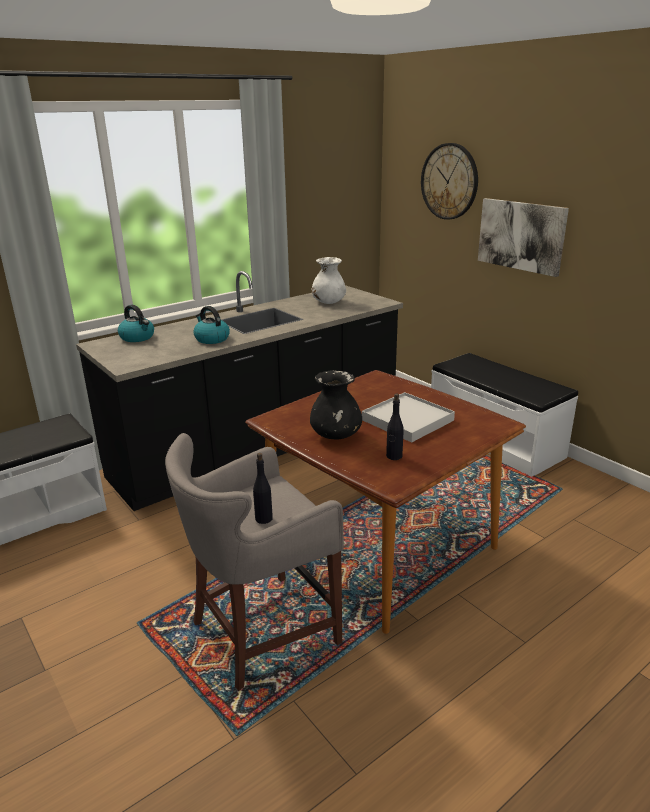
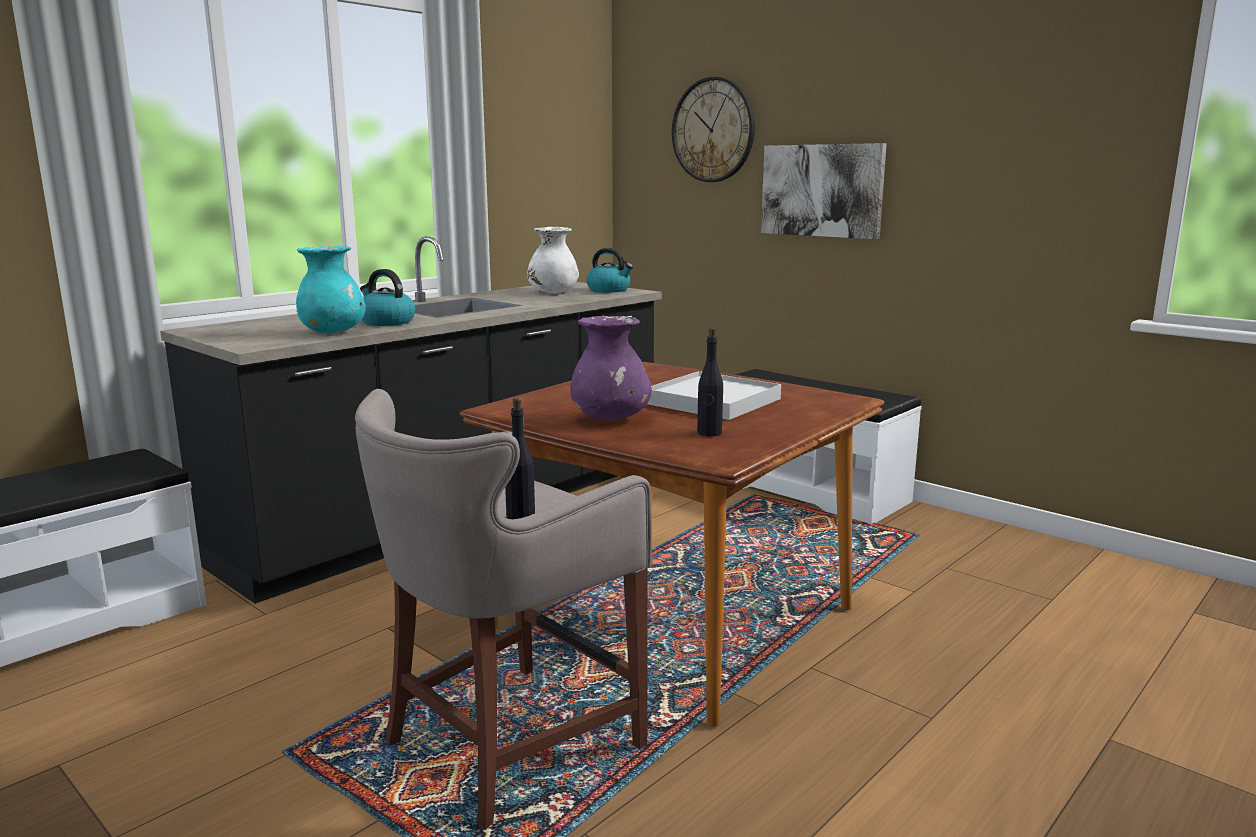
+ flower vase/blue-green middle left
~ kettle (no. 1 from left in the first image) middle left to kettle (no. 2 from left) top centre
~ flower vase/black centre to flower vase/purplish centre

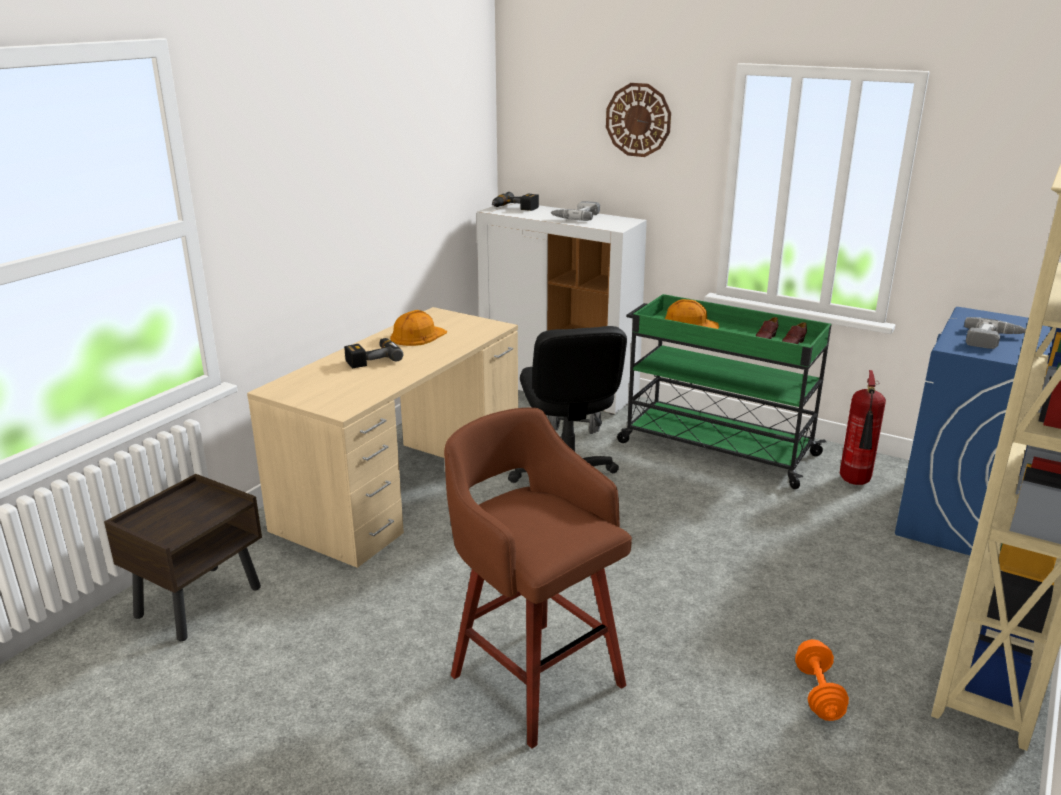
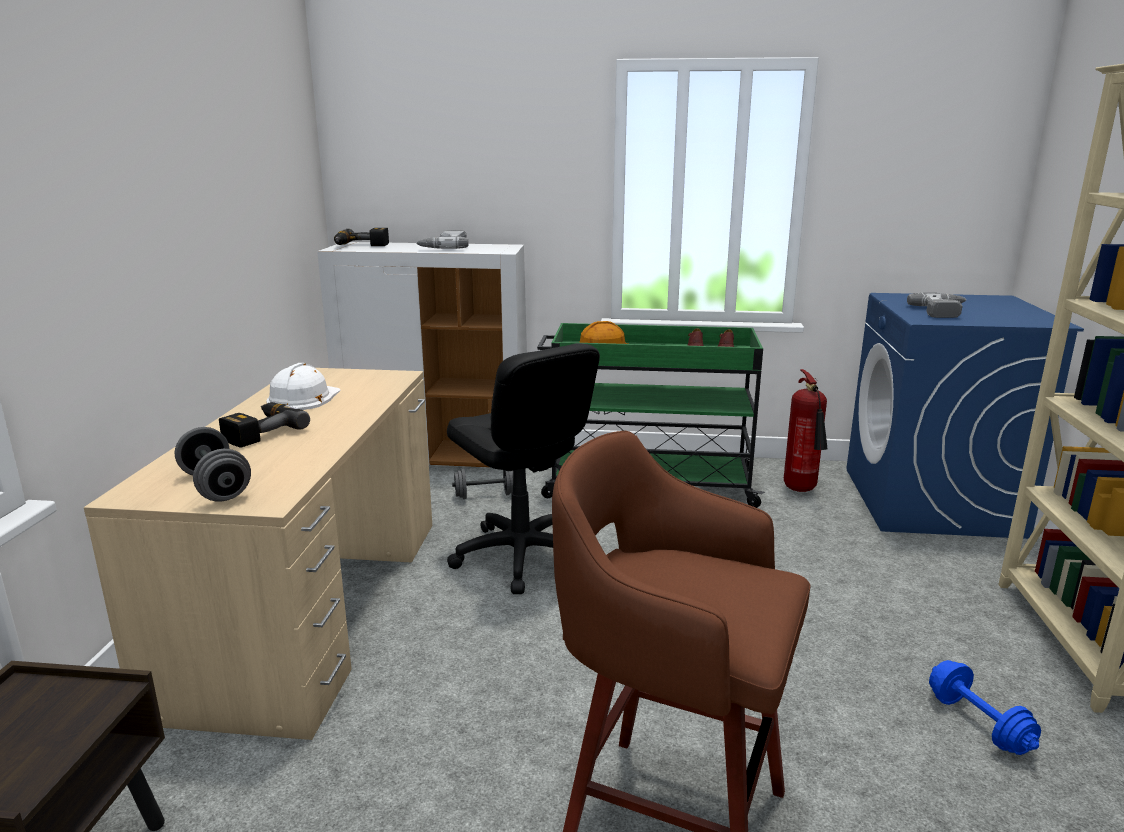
- wall clock top centre
+ free weight/greyish (no. 1 from left) middle left
~ work helmet/orange-coloured (no. 1 from left) centre to work helmet/white-coloured middle left
~ free weight/orange-coloured bottom right to free weight/bluish bottom right

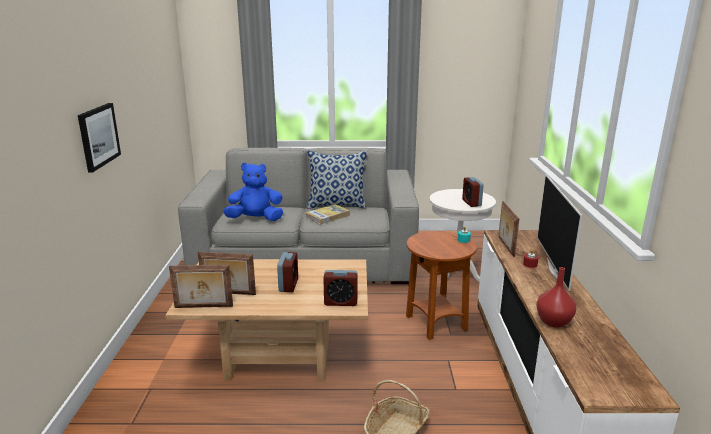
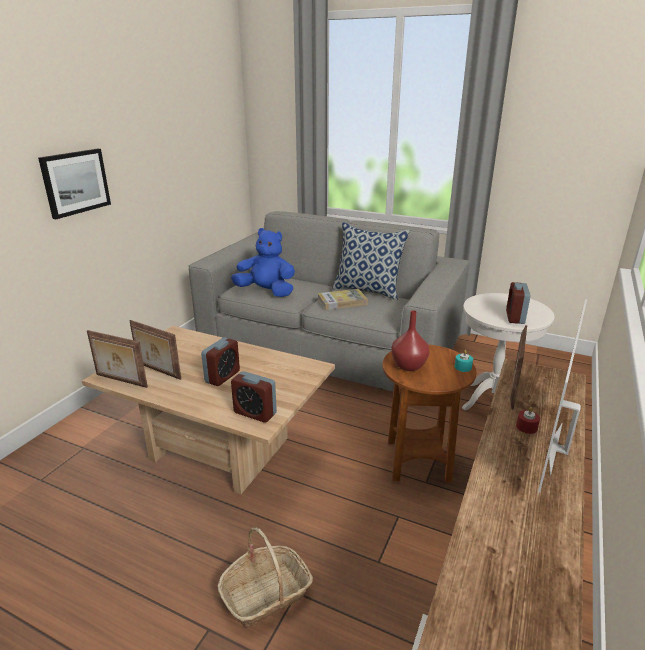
~ flower vase/red bottom right to centre

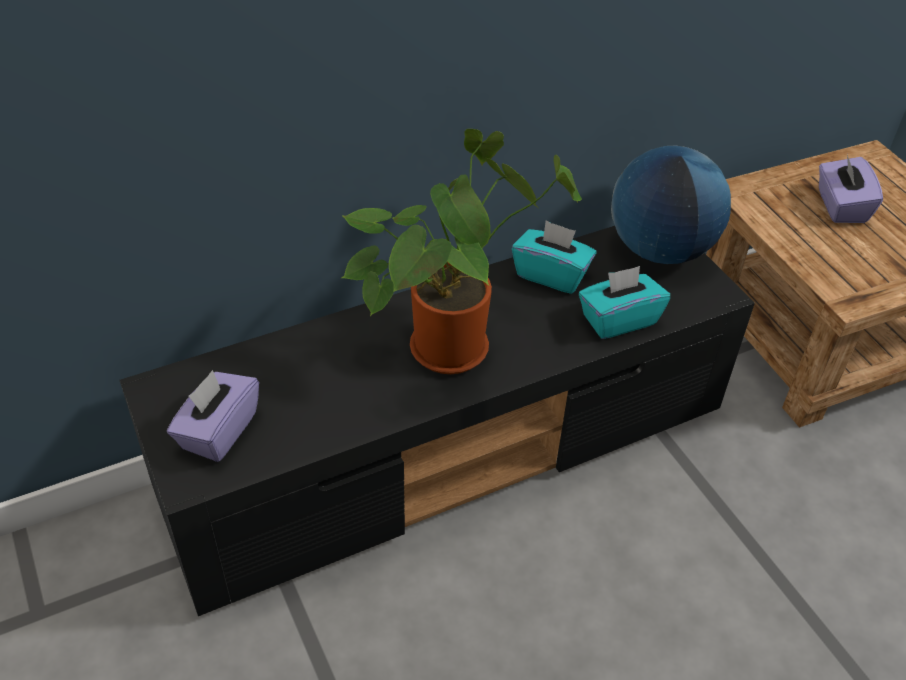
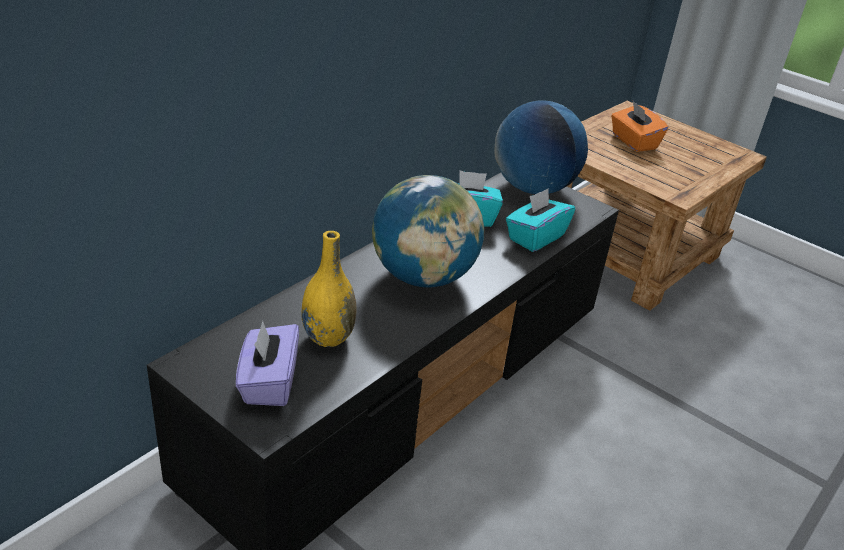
+ flower vase/yellow centre
~ plant in a pot centre to globe (no. 1 from left) centre
~ tissue box/purplish (no. 2 from left) top right to tissue box/orange-coloured top right

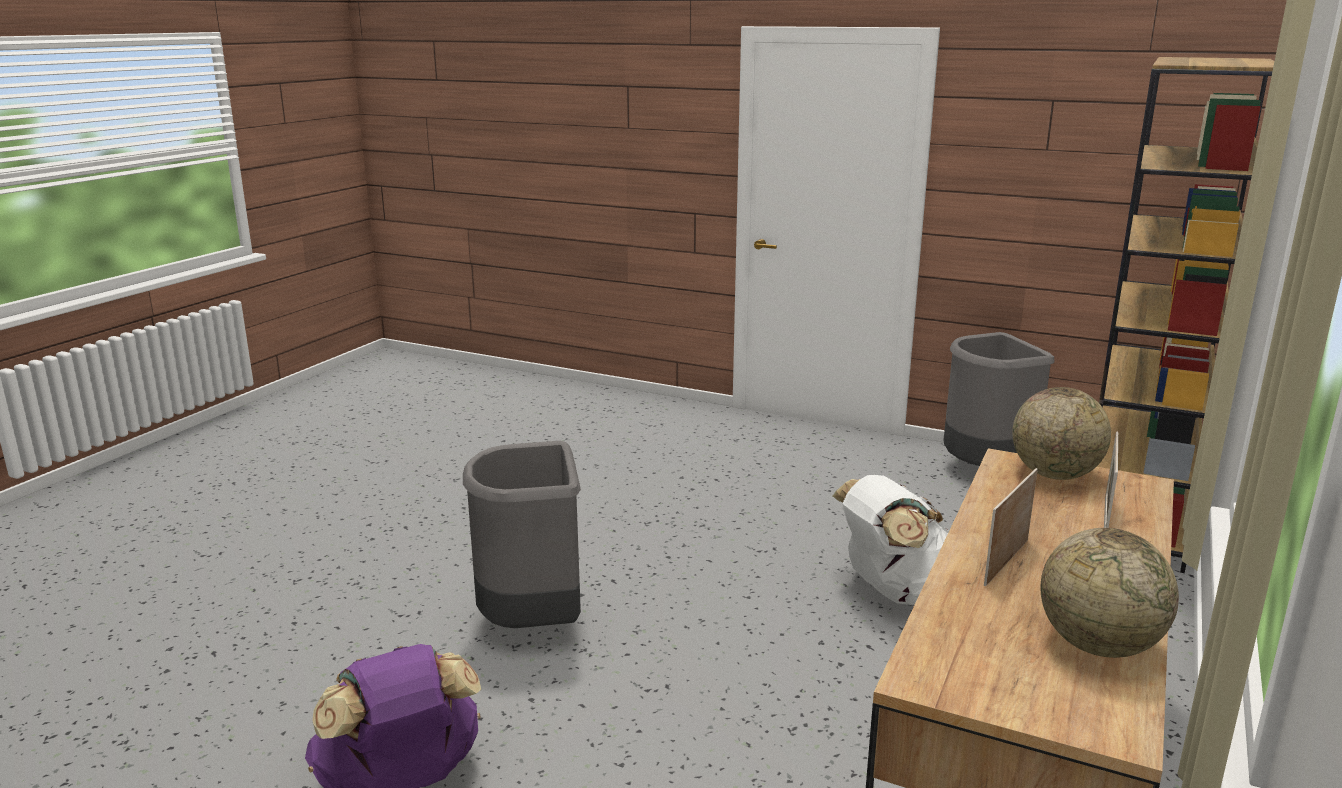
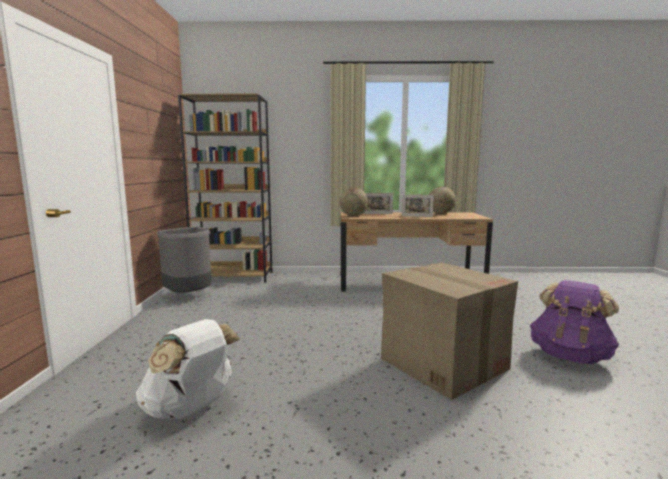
~ backpack/white-coloured bottom centre to bottom left
~ waste bin/greyish (no. 1 from left) bottom centre to packing box bottom right

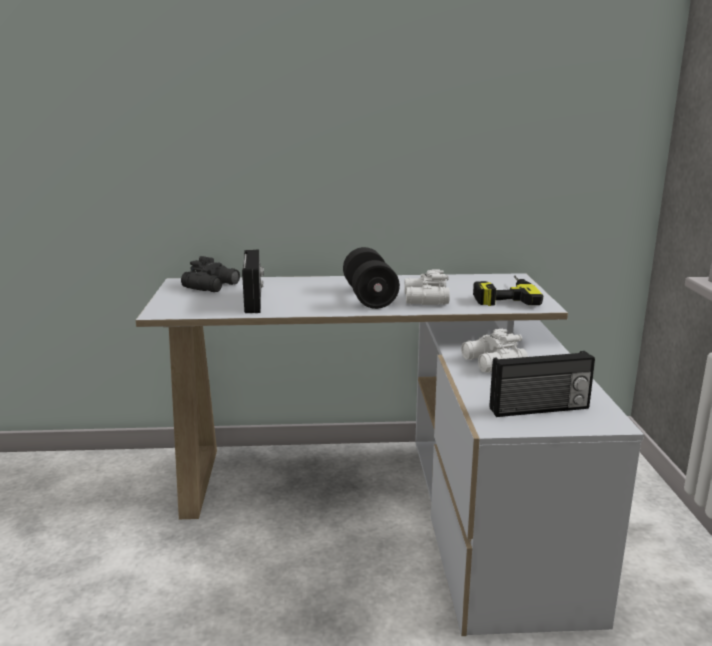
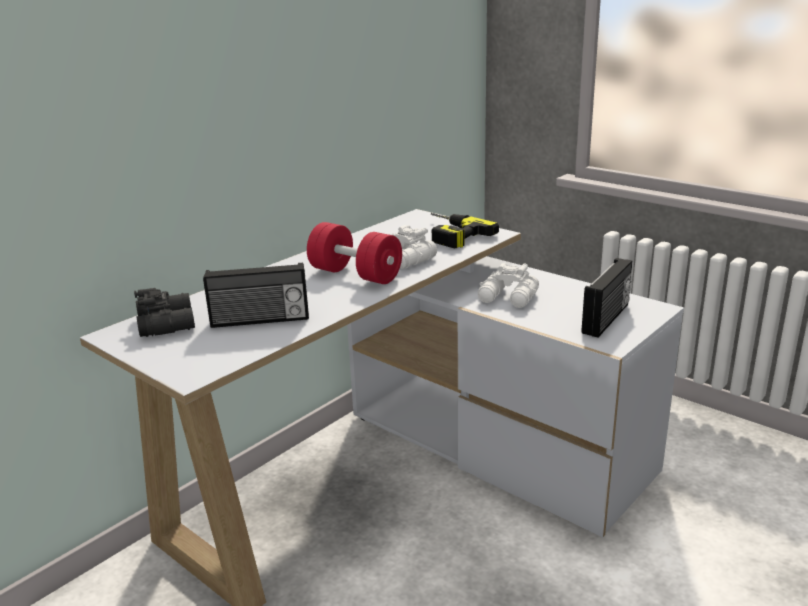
~ free weight/black centre to free weight/red centre
~ radio (no. 1 from left) centre = middle left 135 degrees clockwise

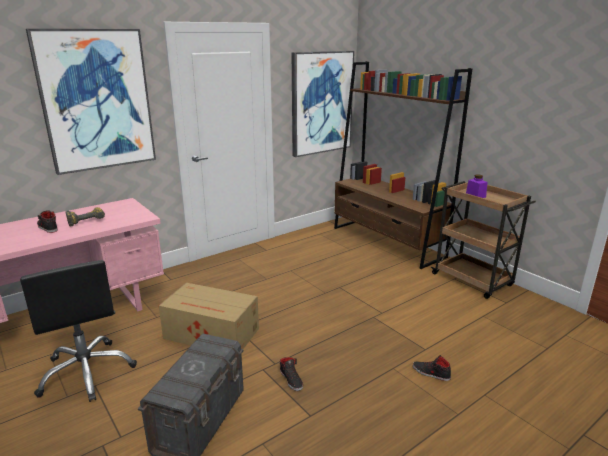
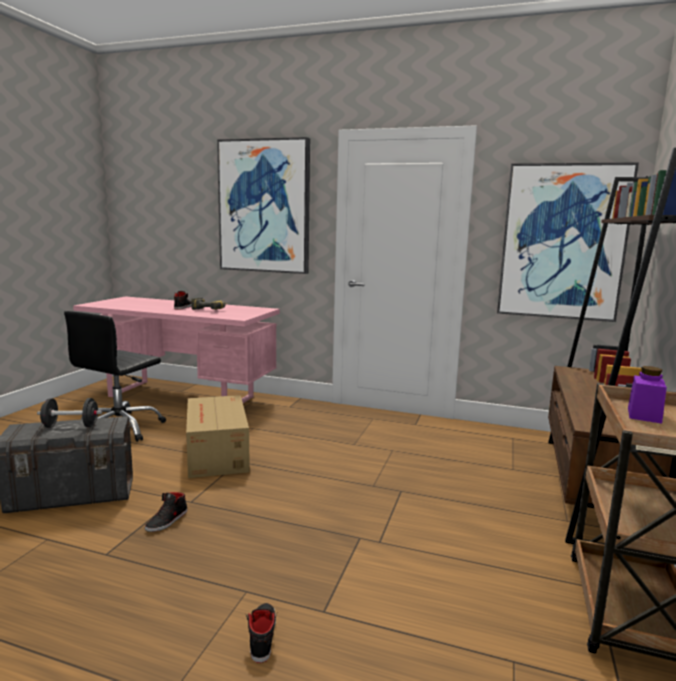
+ free weight/black middle left

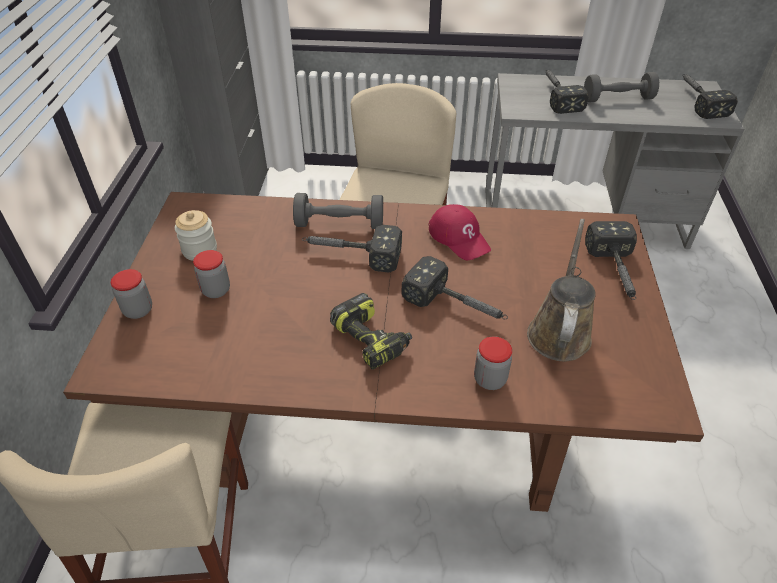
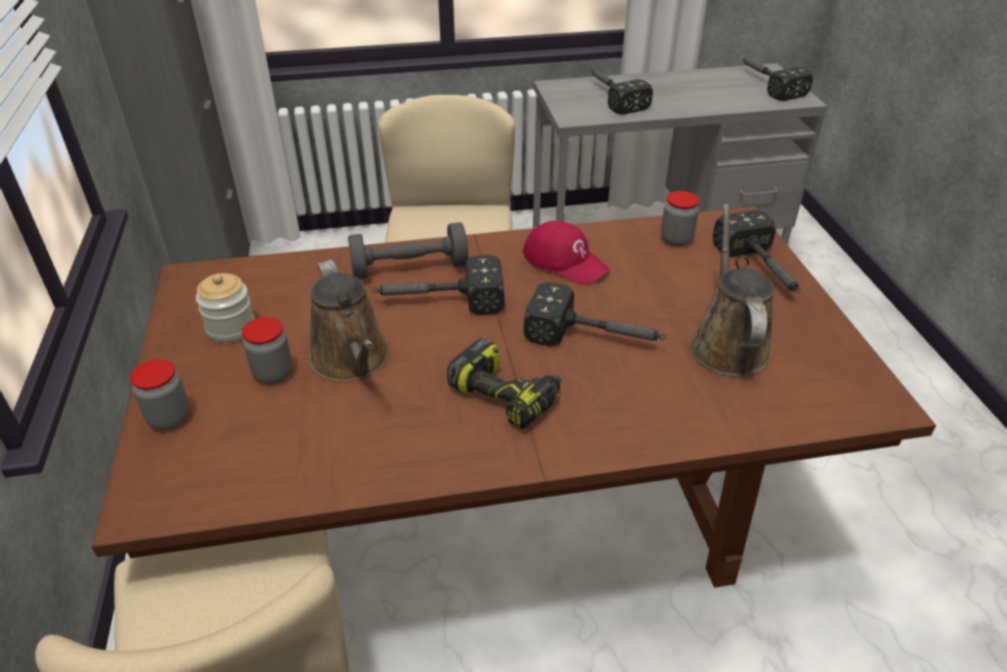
- free weight/greyish (no. 2 from left) top right
+ watering can/brownish (no. 1 from left) centre
~ preserve jar (no. 4 from left) centre to top right

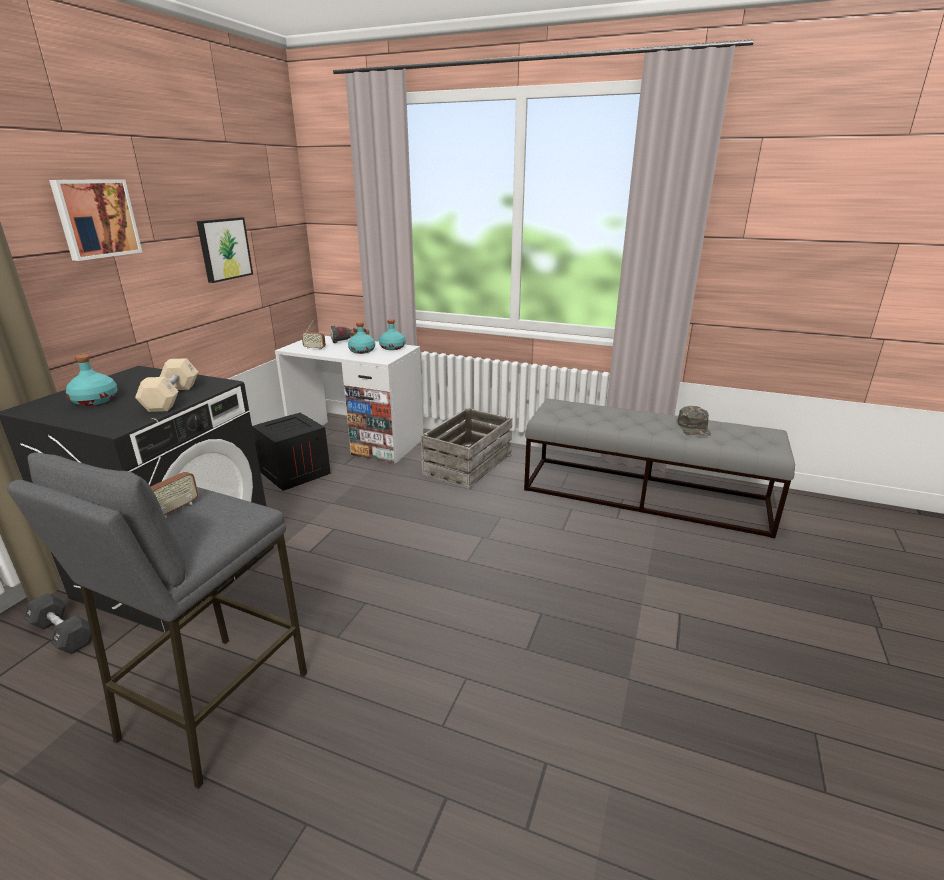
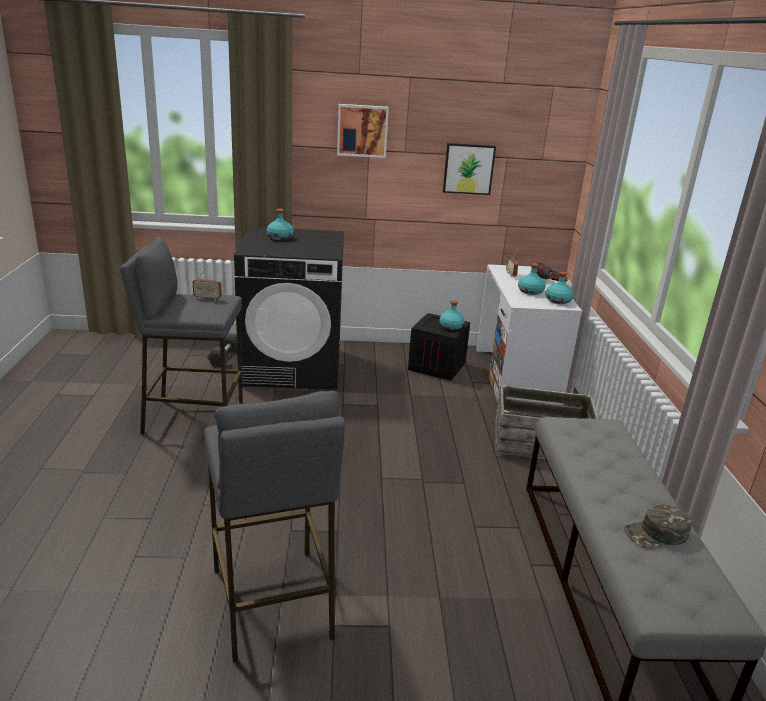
- free weight/beige middle left
+ sitting stool/greyish (no. 2 from left) bottom centre
+ drink bottle/blue-green (no. 2 from left) centre

